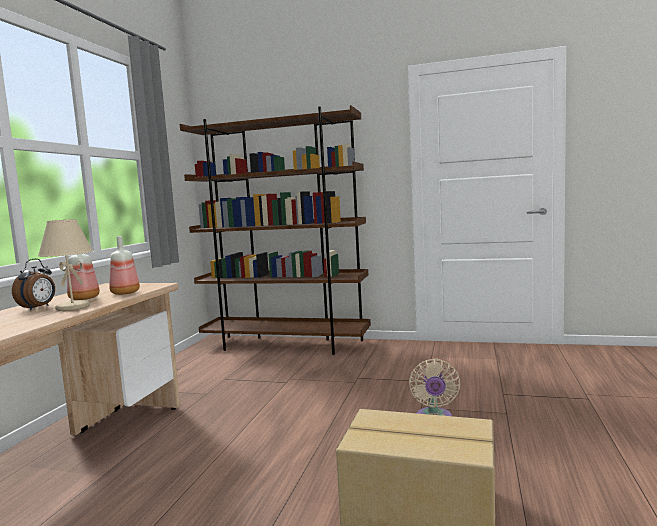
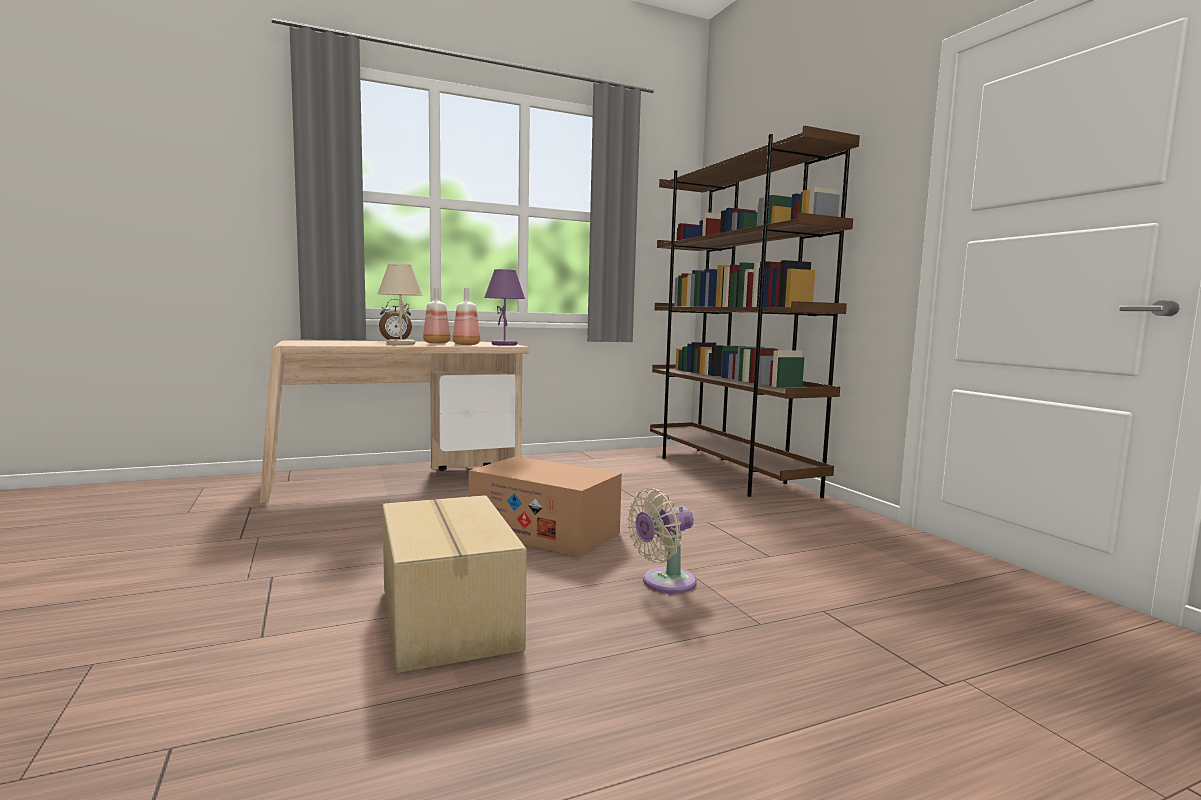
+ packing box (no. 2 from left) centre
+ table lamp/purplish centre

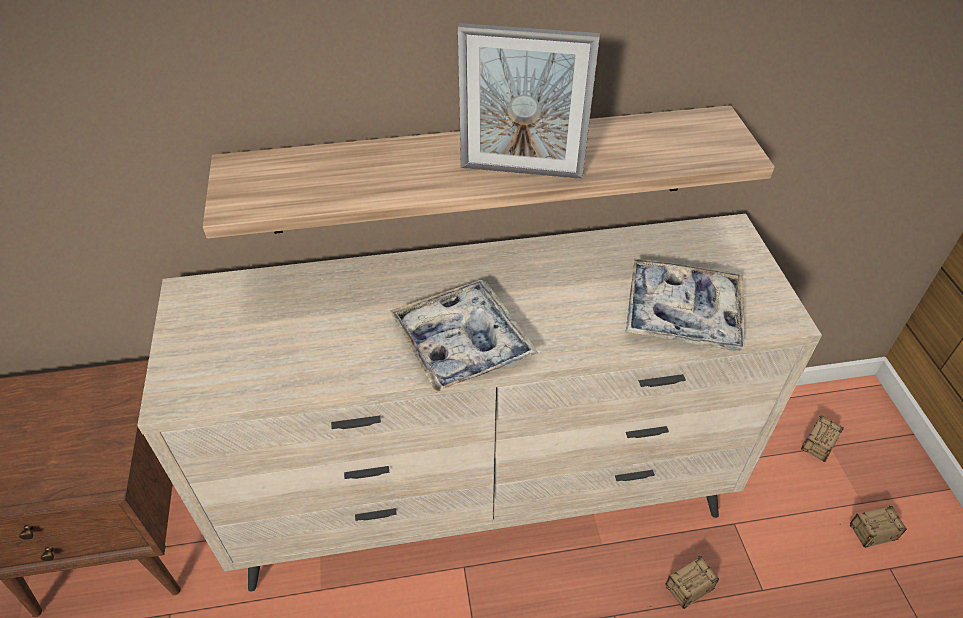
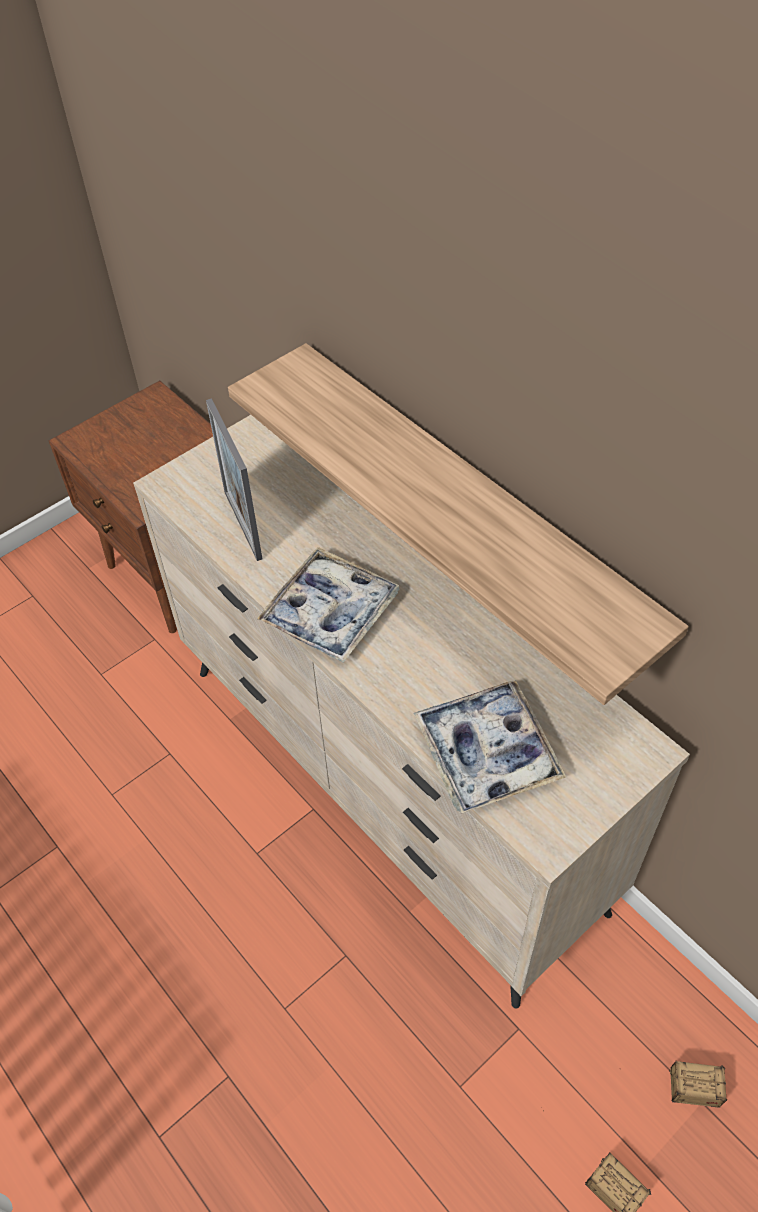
- storage bin (no. 1 from left) bottom right
~ picture frame top centre to middle left

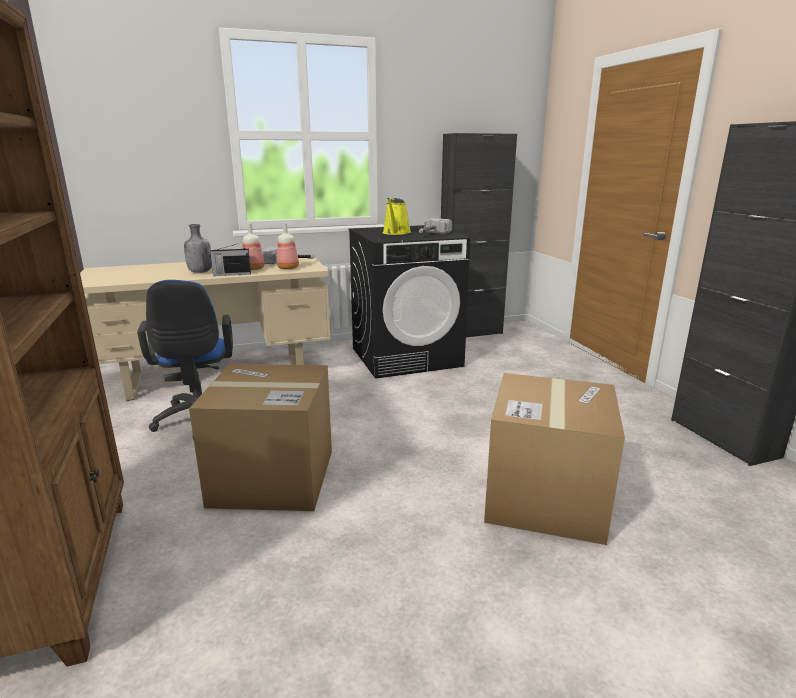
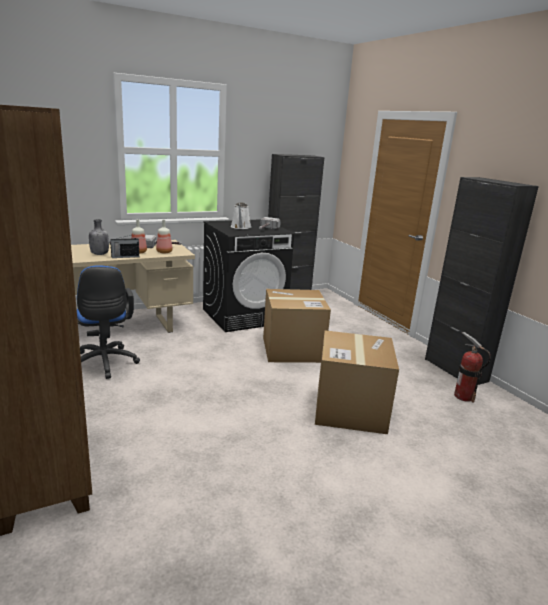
+ extinguisher middle right
~ packing box (no. 1 from left) middle left to centre
~ watering can/yellow top centre to watering can/white-coloured centre

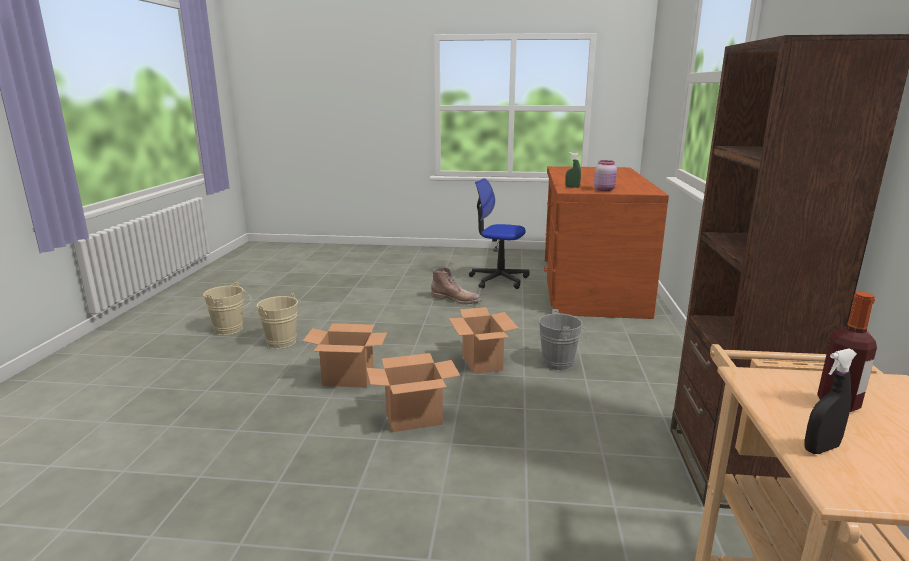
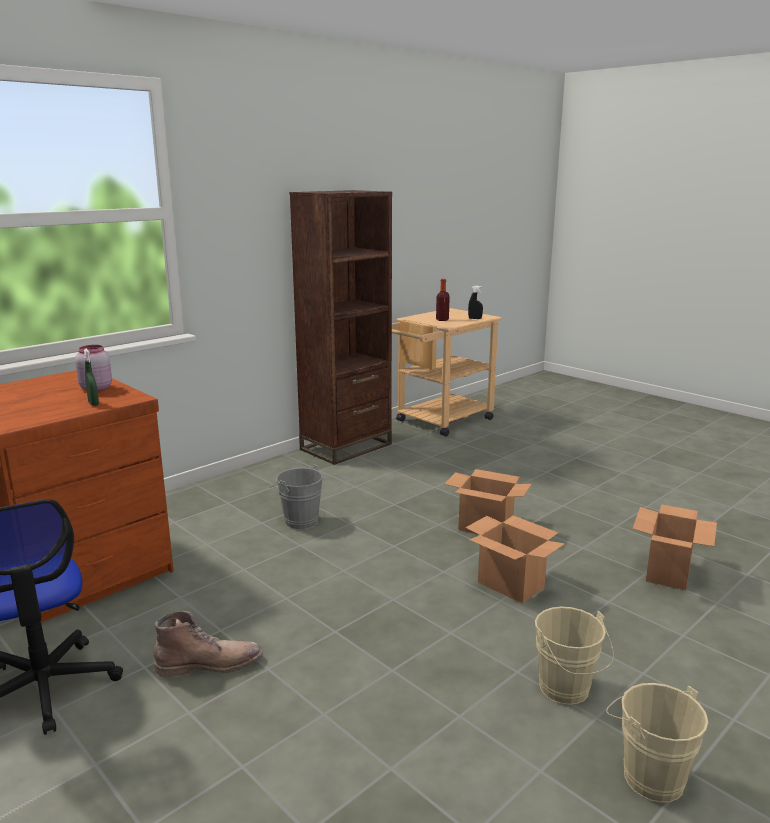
~ packing box (no. 3 from left) centre to middle right
~ high-top boot/brownish centre = bottom left 105 degrees clockwise

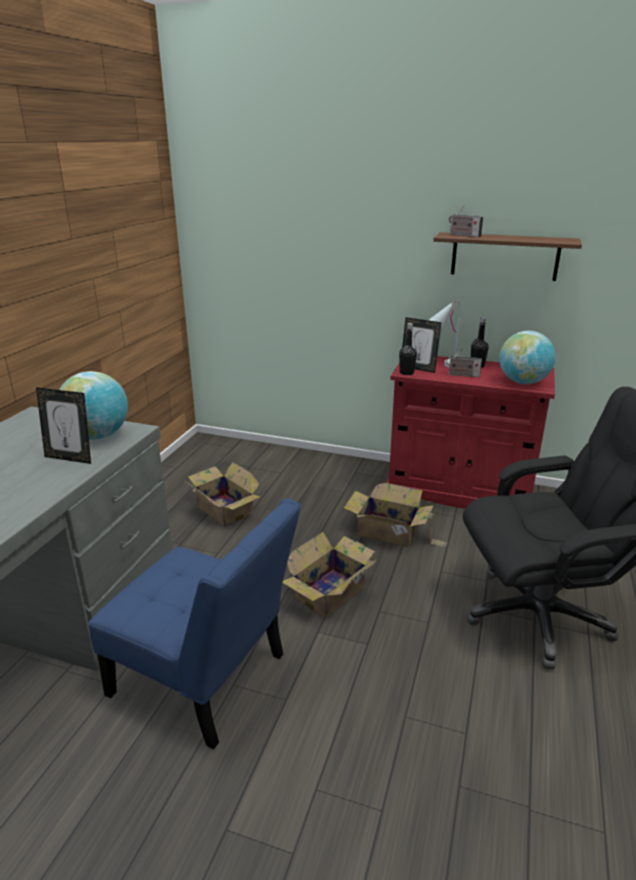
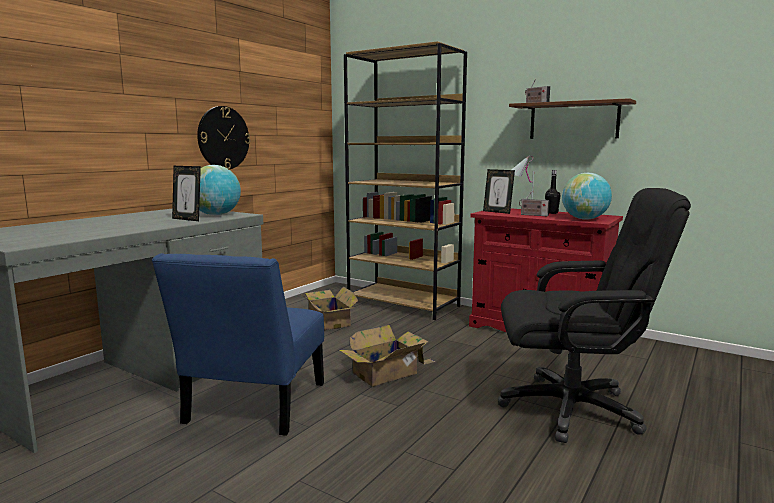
- packing box (no. 3 from left) centre
- drink bottle/black (no. 1 from left) centre
+ wall clock top left
+ bookcase/brownish centre
~ upright chair/bluish bottom left = bottom left 60 degrees clockwise

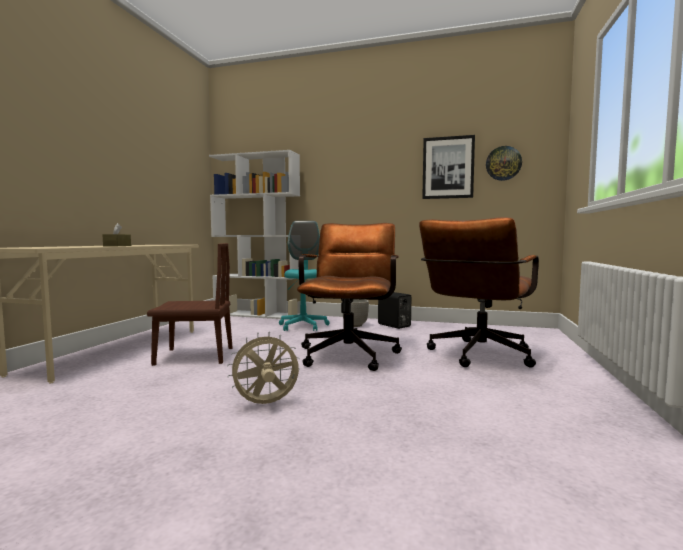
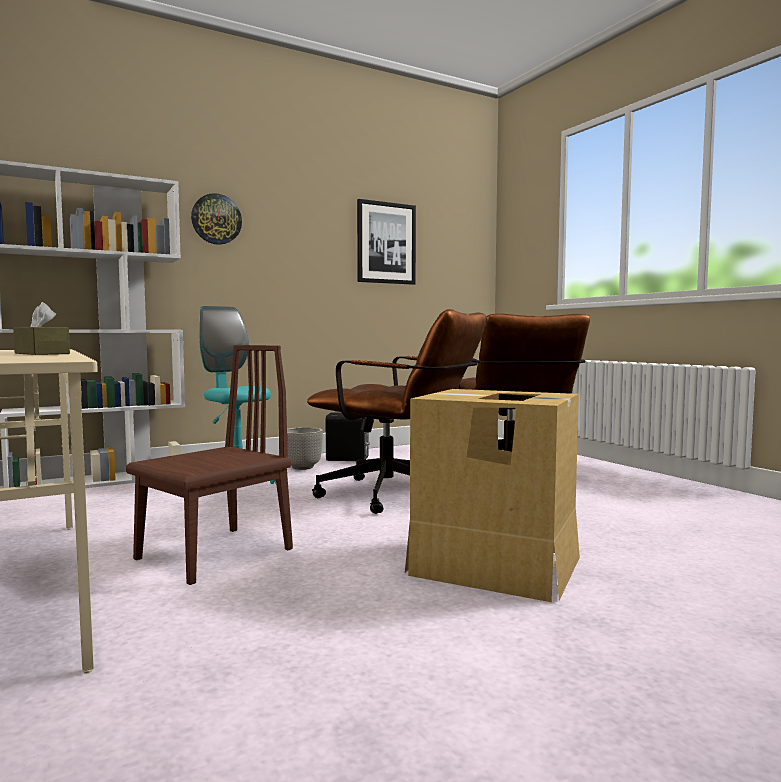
~ wall clock top right to top left
~ cooling fan/beige bottom centre to packing box centre
~ computer chair/brownish (no. 1 from left) centre = centre 150 degrees clockwise

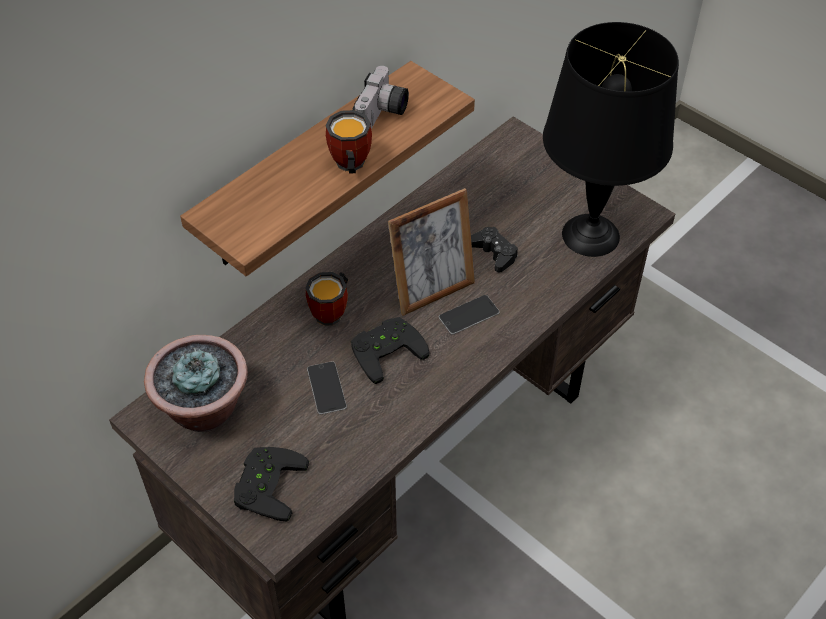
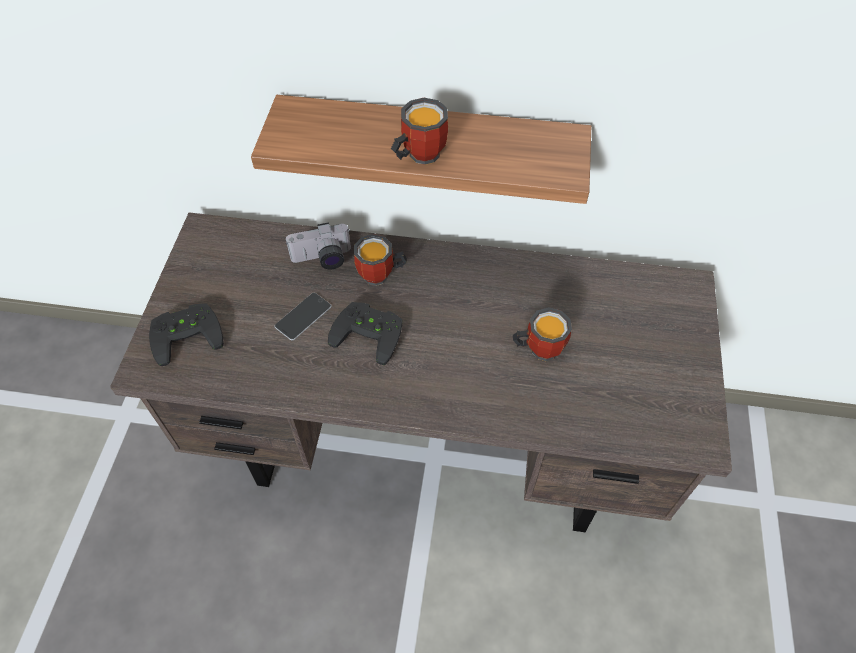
- plant in a pot middle left
- picture frame centre
- phone (no. 2 from left) centre
- table lamp/black top right
~ photo camera top centre to centre
~ gamepad/black (no. 3 from left) centre to coffee mug (no. 3 from left) centre

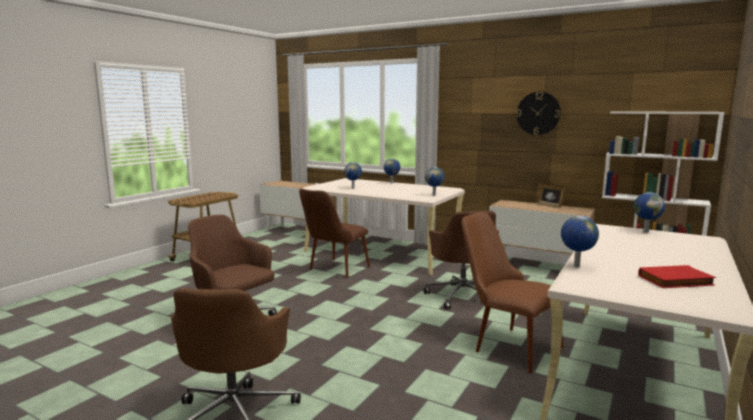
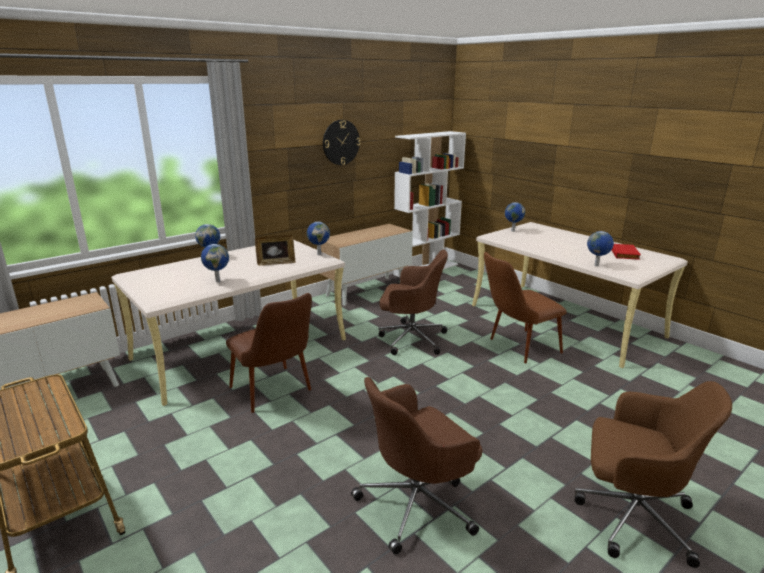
~ picture frame middle right to centre

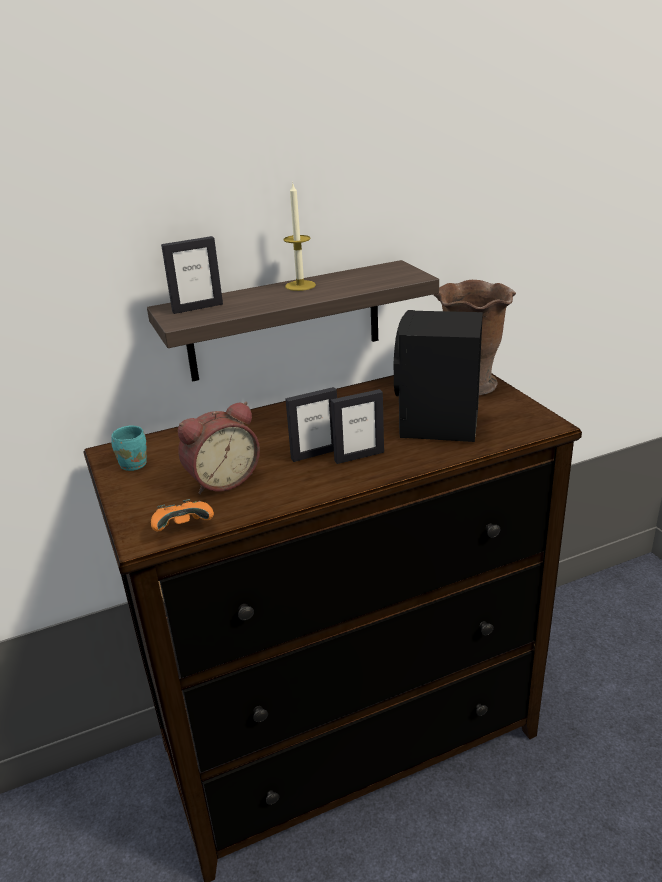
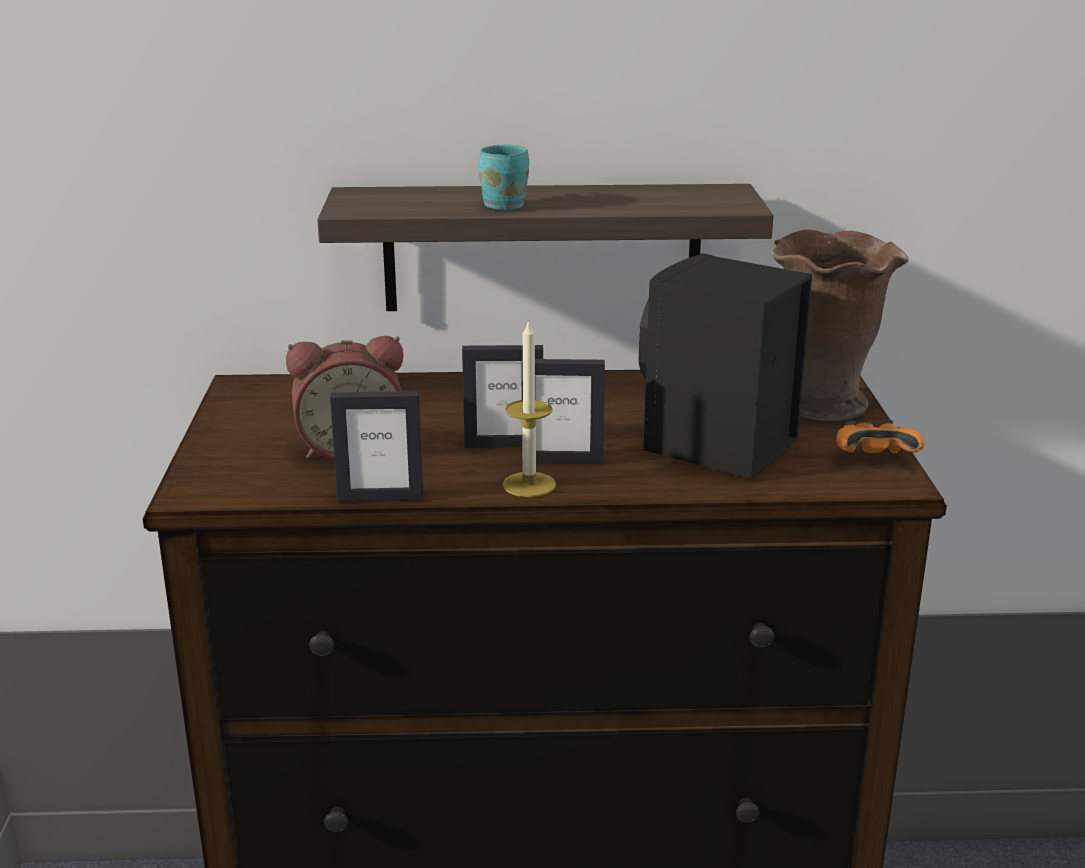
~ coffee mug/blue-green middle left to top centre
~ gamepad/orange-coloured middle left to middle right
~ picture frame (no. 1 from left) top left to centre
~ wax light top centre to centre

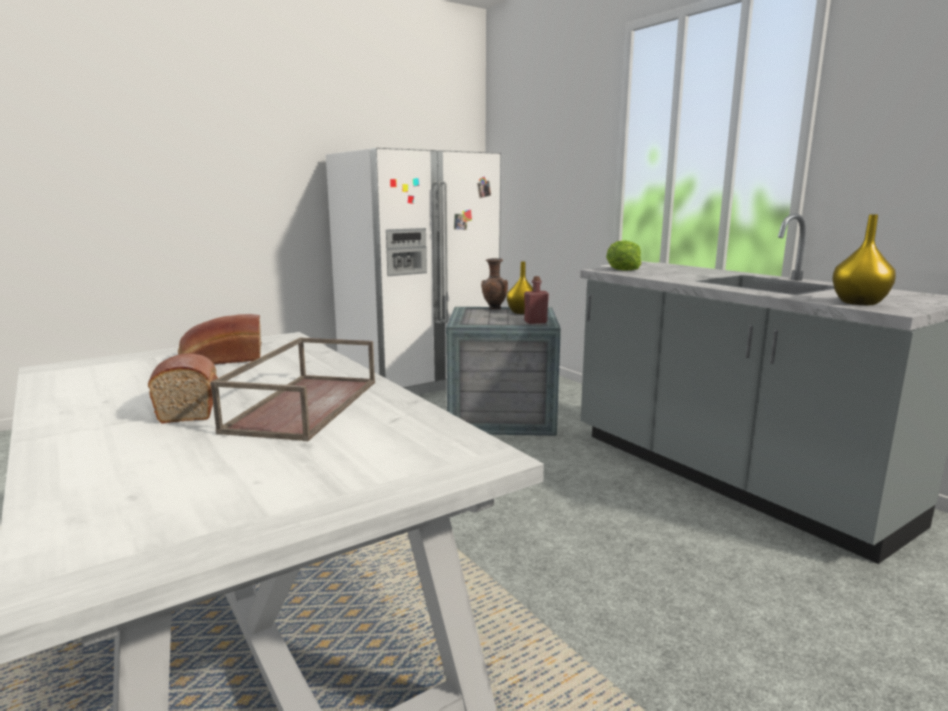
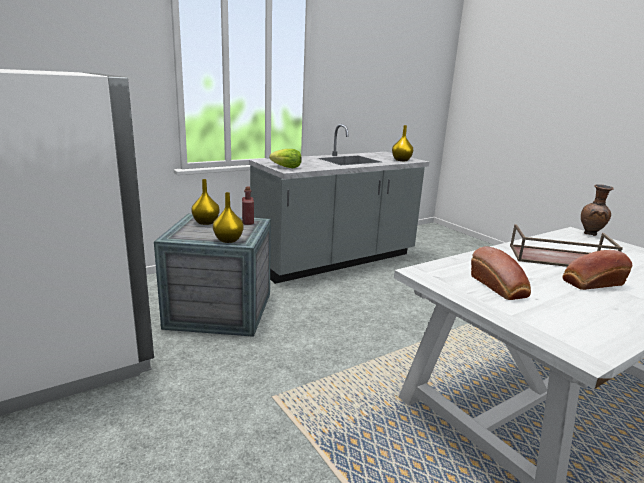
+ flower vase/yellow (no. 2 from left) centre
~ flower vase/brownish centre to middle right

